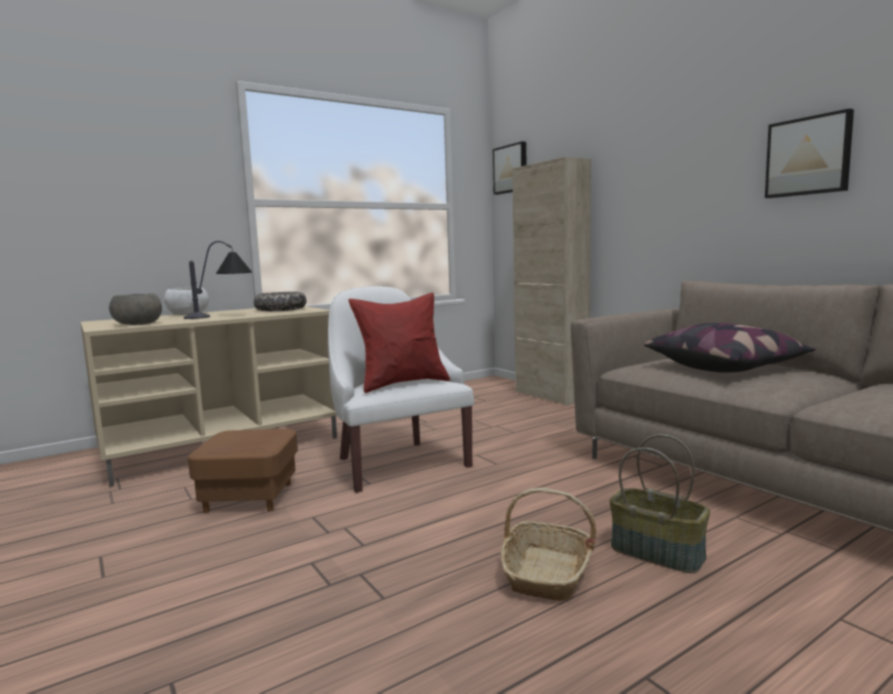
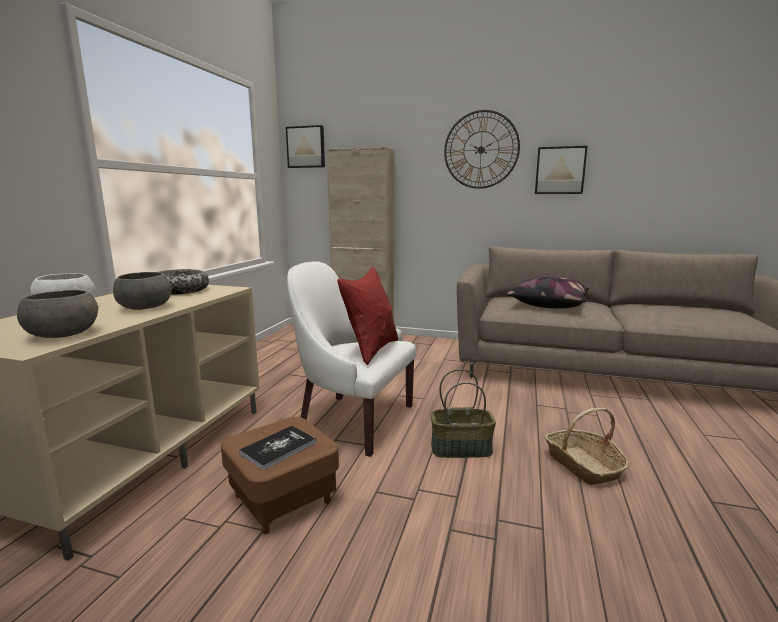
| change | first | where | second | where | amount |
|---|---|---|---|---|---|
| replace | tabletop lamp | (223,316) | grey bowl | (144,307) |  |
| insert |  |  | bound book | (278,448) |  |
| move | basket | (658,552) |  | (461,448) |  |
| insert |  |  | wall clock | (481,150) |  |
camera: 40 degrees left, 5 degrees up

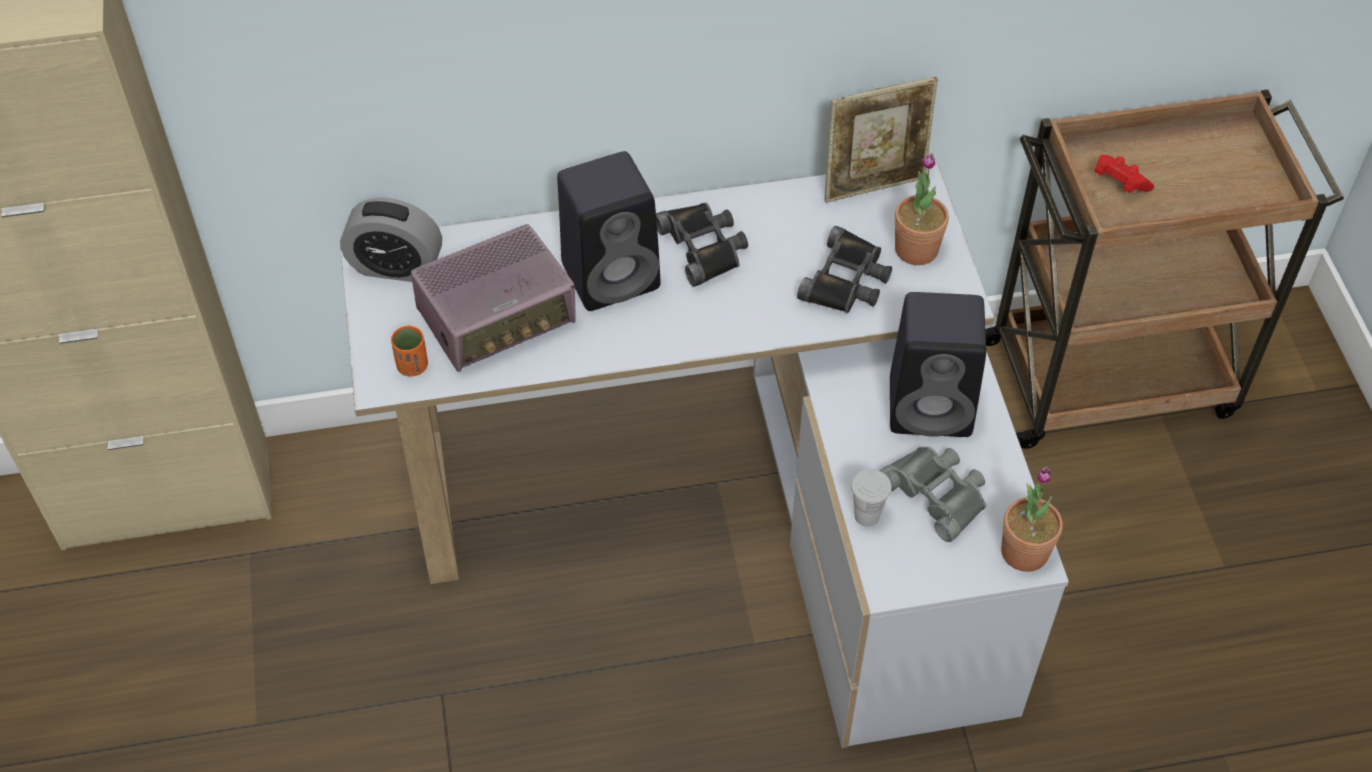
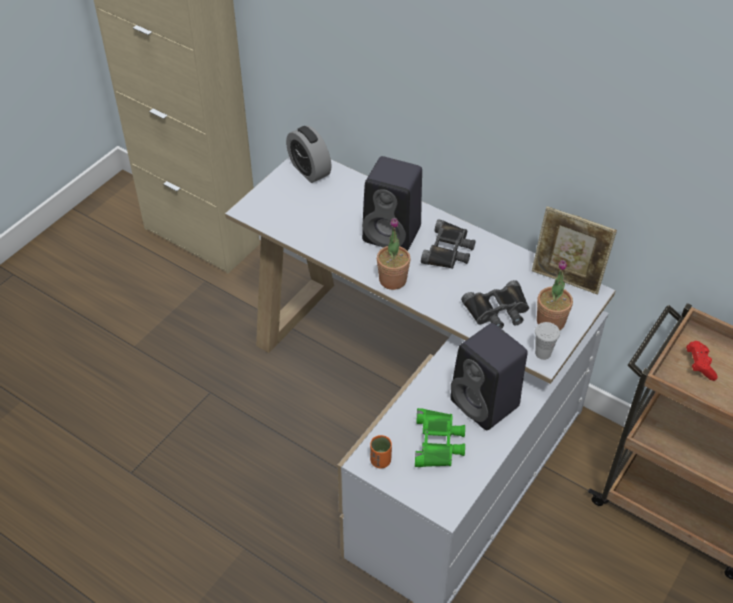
| change | first | where | second | where | amount |
|---|---|---|---|---|---|
| move | orangey cup | (412,366) |  | (380,461) |  |
| move | plant in a pot | (1024,552) |  | (392,280) |  |
| recolor | grey binoculars | (937,493) | green binoculars | (438,442) |  |
| move | white-coloured cup | (866,516) |  | (543,353) |  |
| delete | radio receiver | (498,317) |  |  |  |
camera: 45 degrees right, 5 degrees down

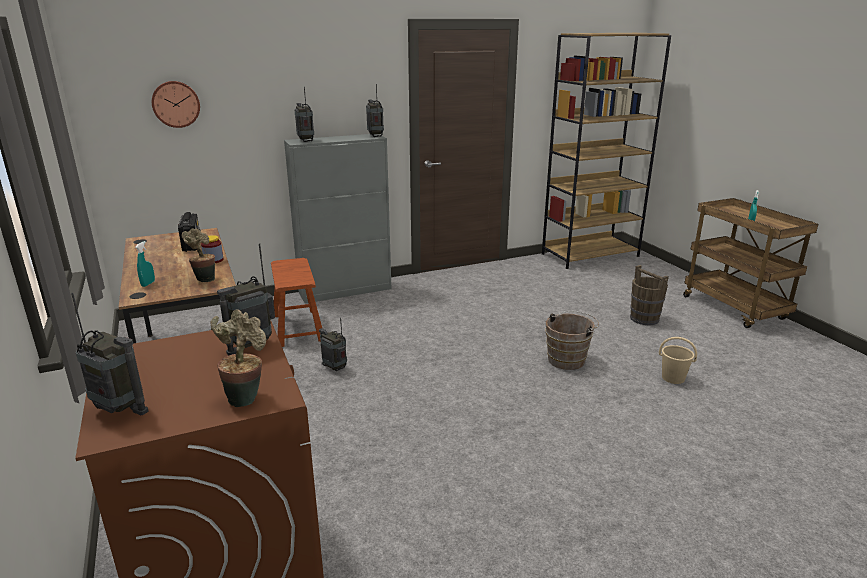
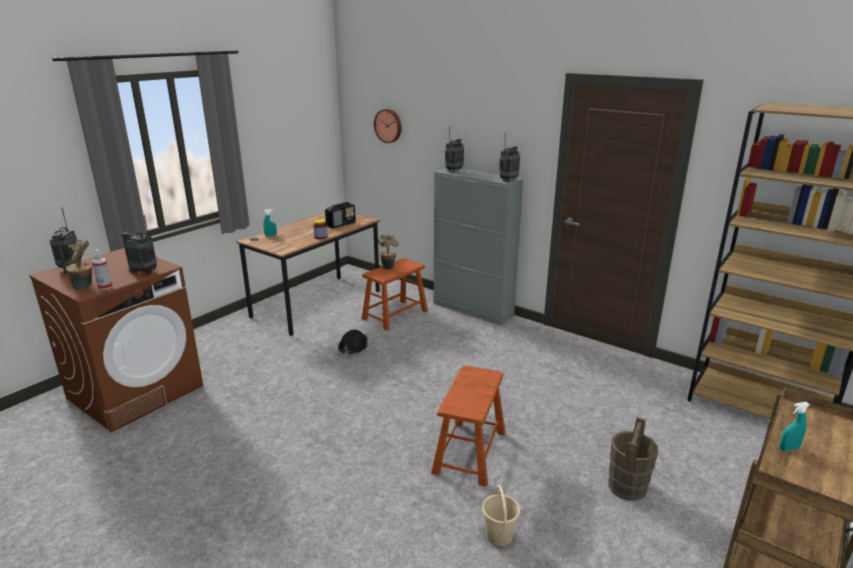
| change | first | where | second | where | amount |
|---|---|---|---|---|---|
| insert |  |  | hand sprayer | (105,287) |  |
| replace | radio receiver | (335,368) | black-coloured safety helmet | (352,348) |  |
| move | plant in a pot | (204,279) |  | (388,267) |  |
| replace | brown-coloured water bucket | (568,359) | brown-coloured stool seat | (470,452) |  |
camera: 60 degrees right, 0 degrees up

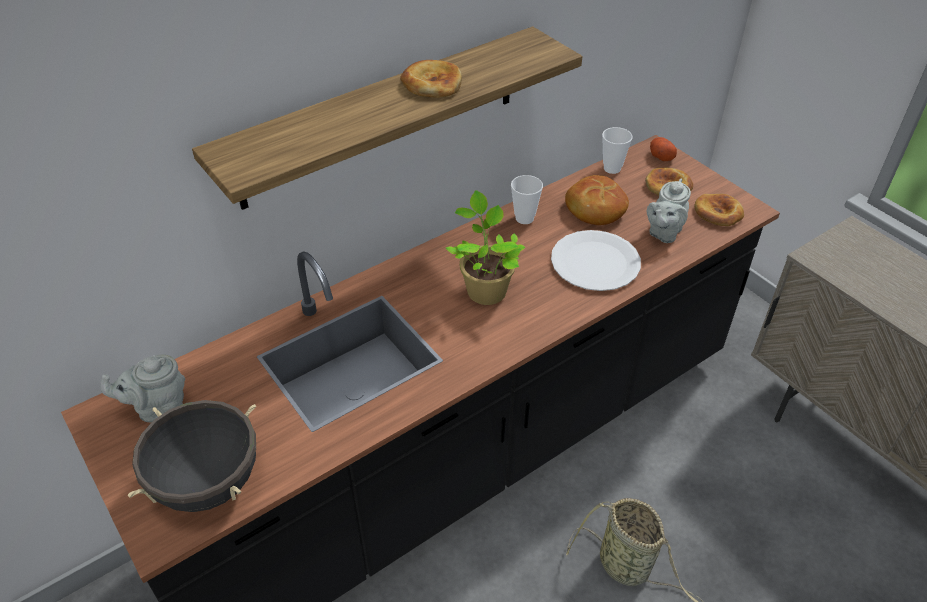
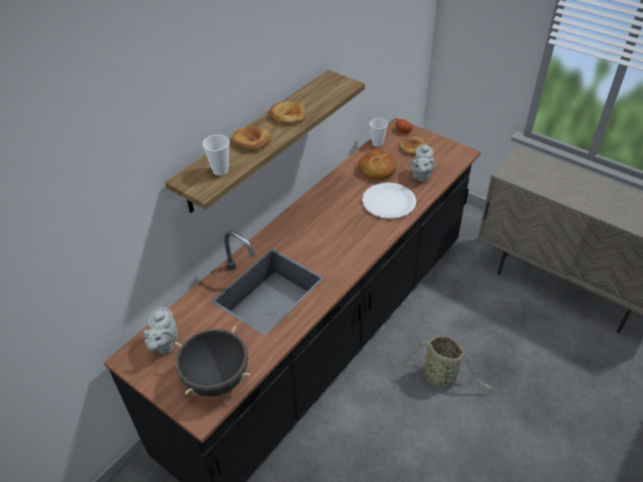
| change | first | where | second | where | amount |
|---|---|---|---|---|---|
| rotate | grey tea pot | (158,407) |  | (164,345) | 45 degrees counterclockwise |
| move | cup | (524,218) |  | (220,170) |  |
| move | bakery bread | (718,213) |  | (252,141) |  |
| delete | plant in a pot | (485,289) |  |  |  |
camera: 15 degrees left, 0 degrees up

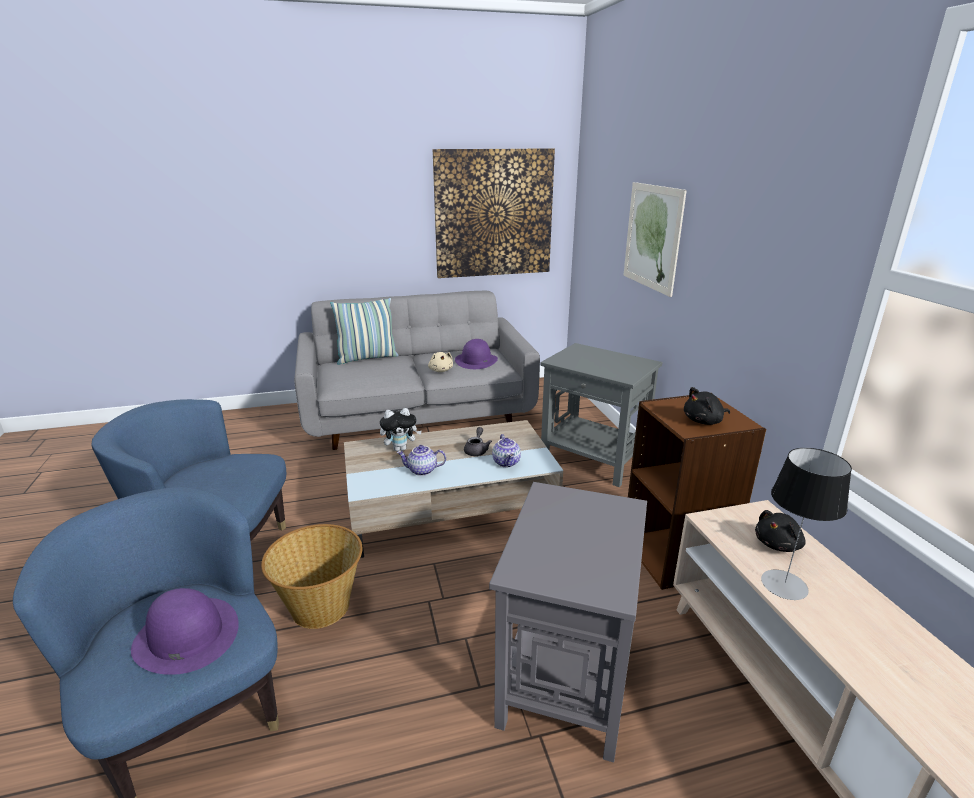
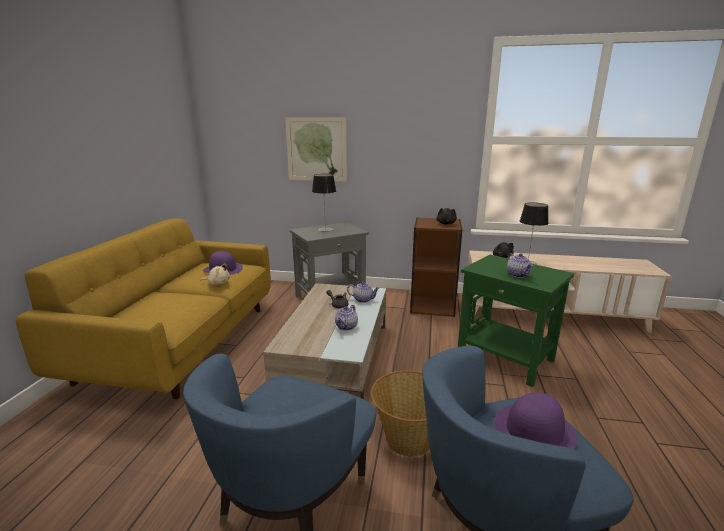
| change | first | where | second | where | amount |
|---|---|---|---|---|---|
| recolor | grey couch | (418,415) | yellowish couch | (181,342) |  |
| insert |  |  | tabletop lamp | (325,229) |  |
| recolor | grey end table | (565,678) | green end table | (505,358) |  |
| insert |  |  | tea pot | (518,275) |  |
| delete | pillow | (367,358) |  |  |  |
| delete | plush toy | (400,448) |  |  |  |
| delete | picture | (494,214) |  |  |  |
camera: 65 degrees left, 5 degrees down

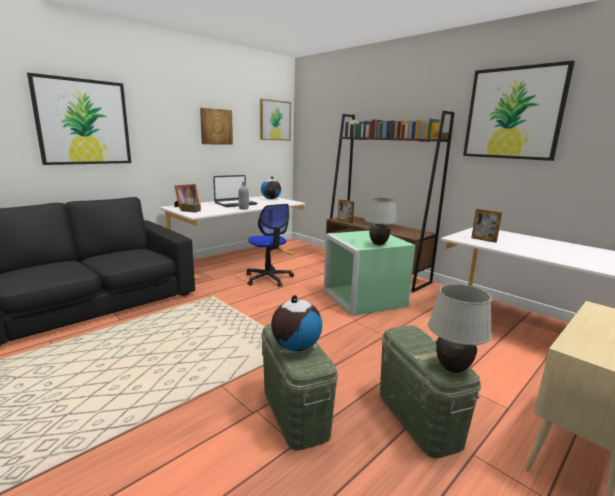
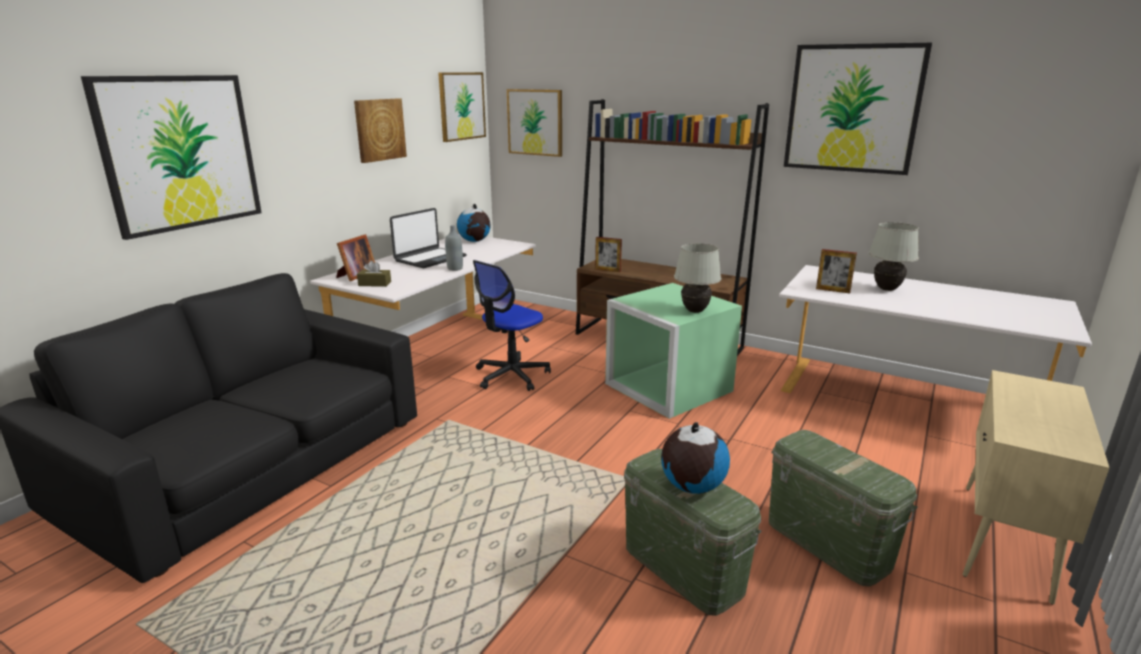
| change | first | where | second | where | amount |
|---|---|---|---|---|---|
| rotate | computer chair | (268,278) |  | (511,376) | 90 degrees clockwise |
| insert |  |  | picture | (535,122) |  |
| move | white-coloured tabletop lamp | (452,368) |  | (886,289) |  |
camera: 15 degrees left, 5 degrees up

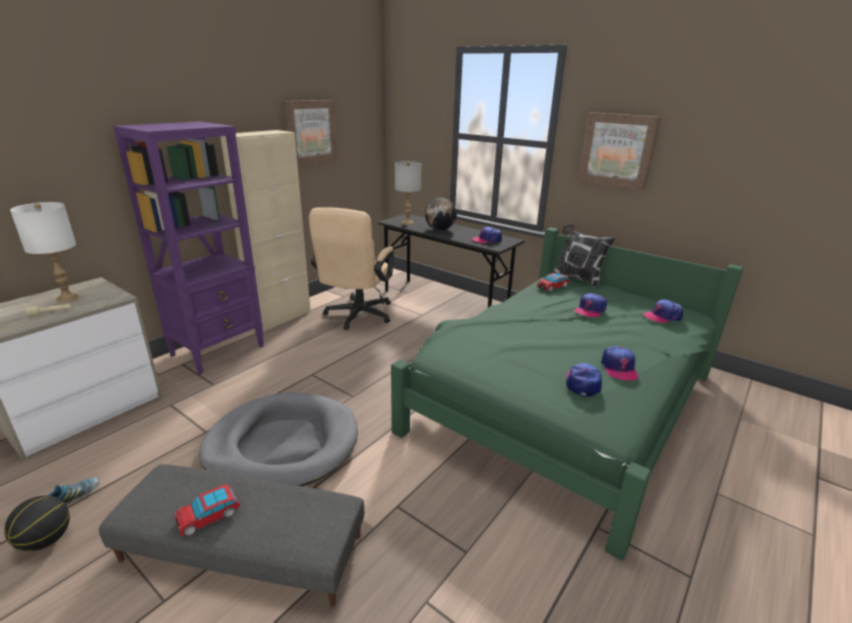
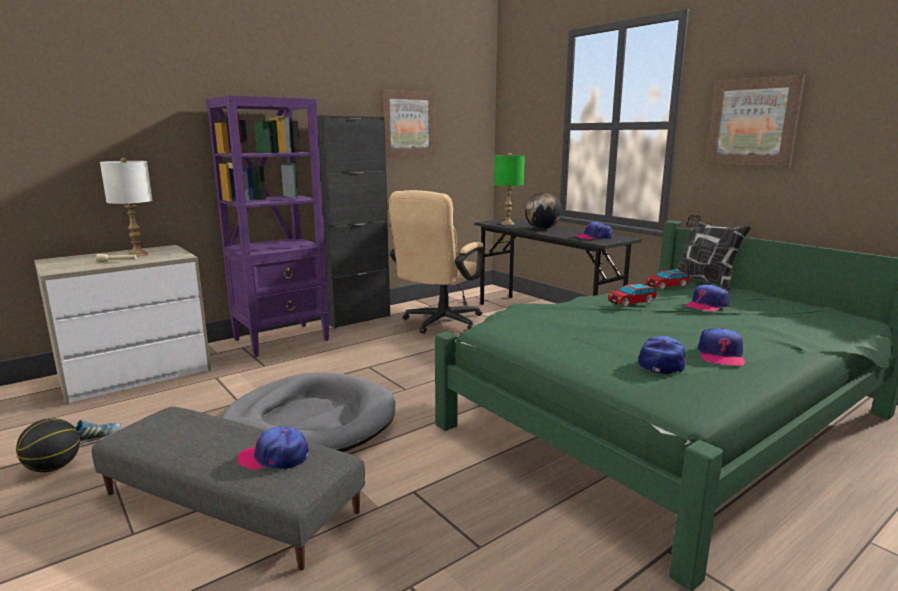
| change | first | where | second | where | amount |
|---|---|---|---|---|---|
| move | baseball cap | (662,316) |  | (275,457) |  |
| recolor | beige-coloured storage cabinet | (280,318) | black-coloured storage cabinet | (356,318) |  |
| recolor | grey tabletop lamp | (407,223) | green tabletop lamp | (507,224) |  |
| move | miniature car | (209,516) |  | (631,302) |  |
camera: 15 degrees right, 10 degrees down

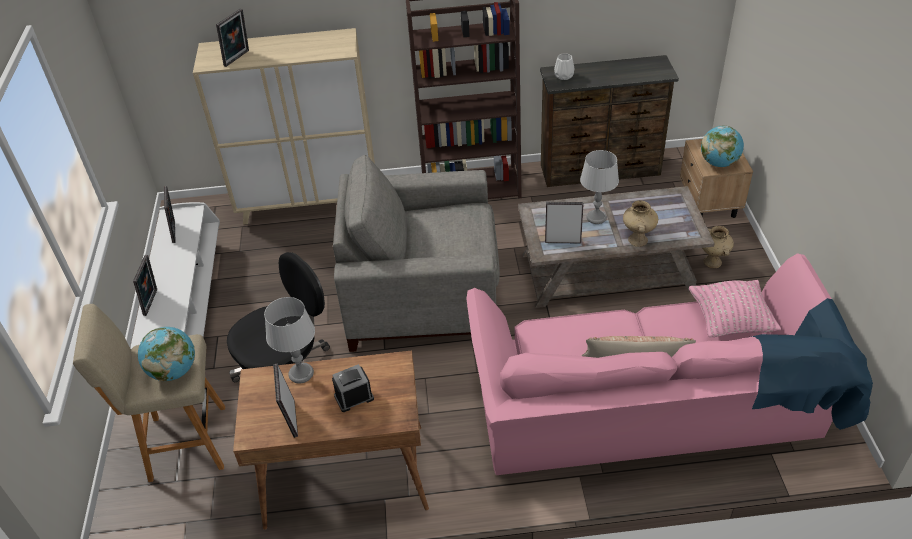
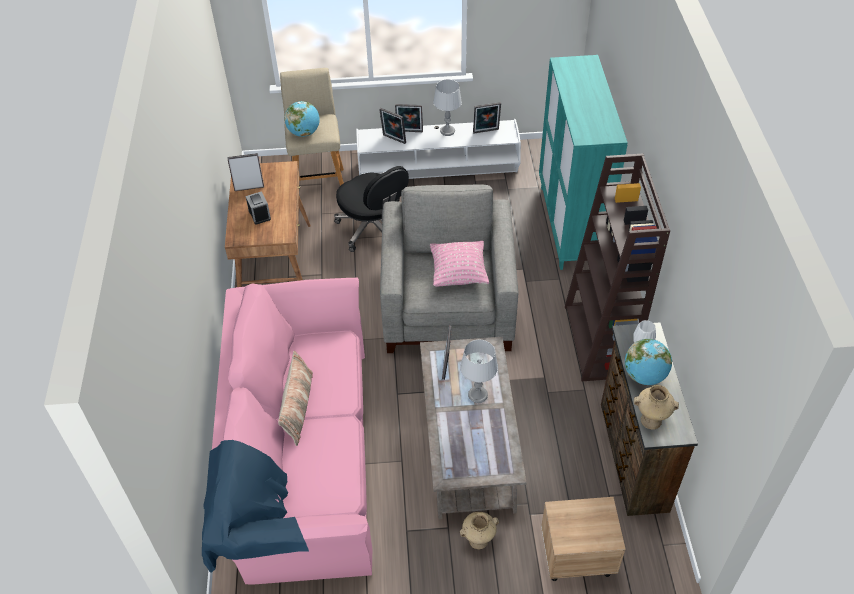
| change | first | where | second | where | amount |
|---|---|---|---|---|---|
| move | photo frame | (238,58) |  | (393,140) |  |
| move | pink pillow | (730,321) |  | (458,274) |  |
| move | grey tabletop lamp | (301,373) |  | (447,131) |  |
| recolor | beige-coloured storage cabinet | (309,203) | blue-green storage cabinet | (569,225) |  |
| move | desk globe | (718,163) |  | (644,376) |  |
| move | beige-coloured decorative vase | (637,239) |  | (651,420) |  |
camera: 90 degrees right, 5 degrees up

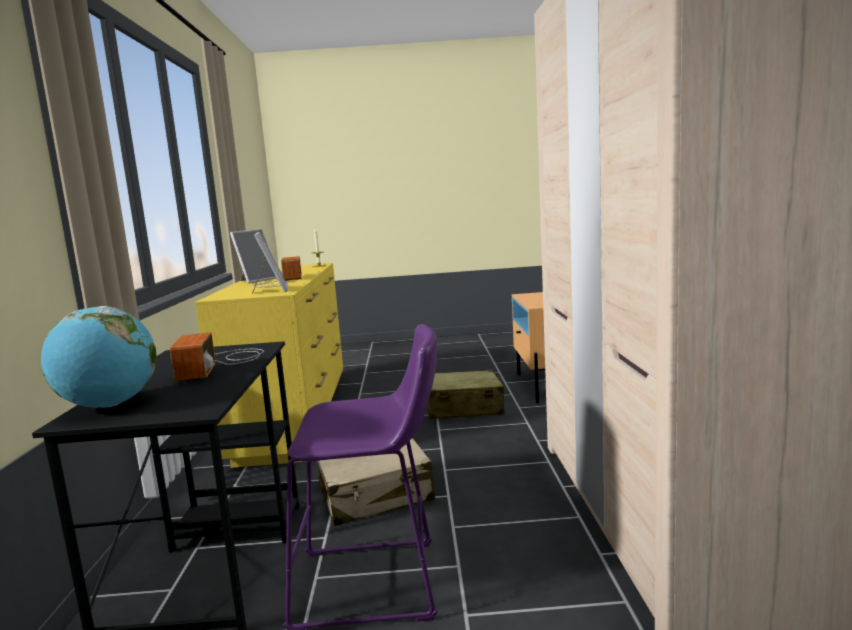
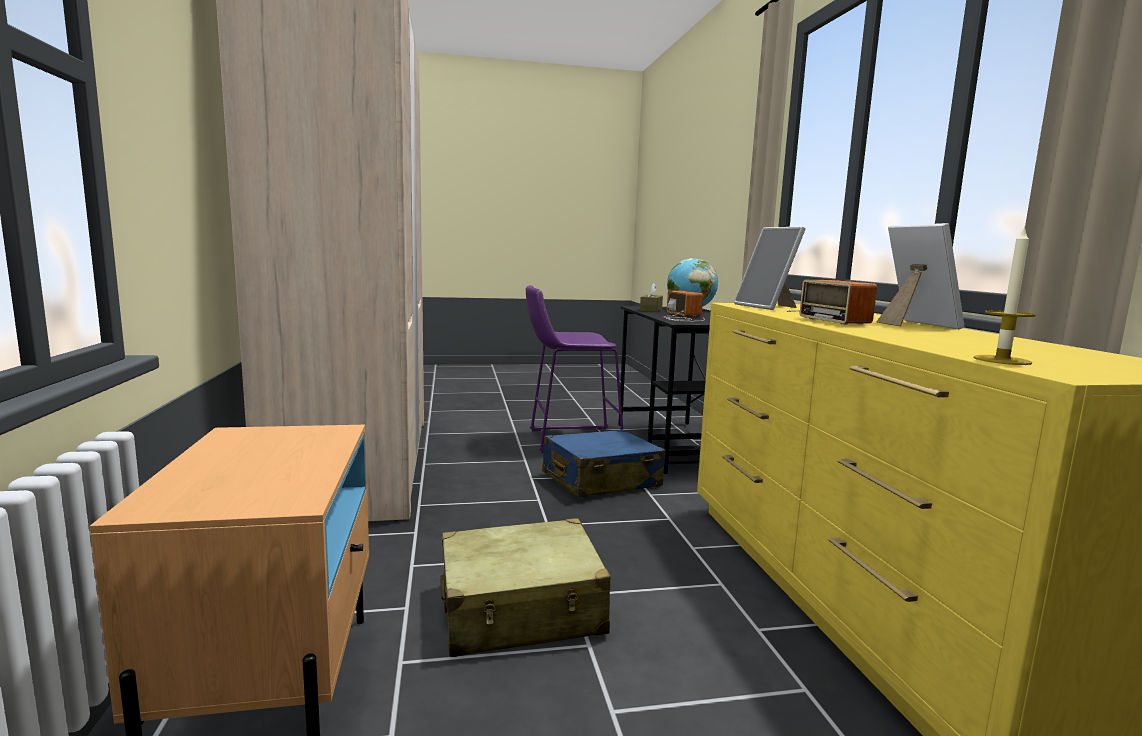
| change | first | where | second | where | amount |
|---|---|---|---|---|---|
| recolor | beige-coloured suitcase | (375,494) | bluish suitcase | (600,480) |  |
| insert |  |  | brown-coloured box of tissues | (651,310) |  |
| rotate | photo frame | (256,280) |  | (913,324) | 135 degrees clockwise |
camera: 170 degrees right, 0 degrees up

